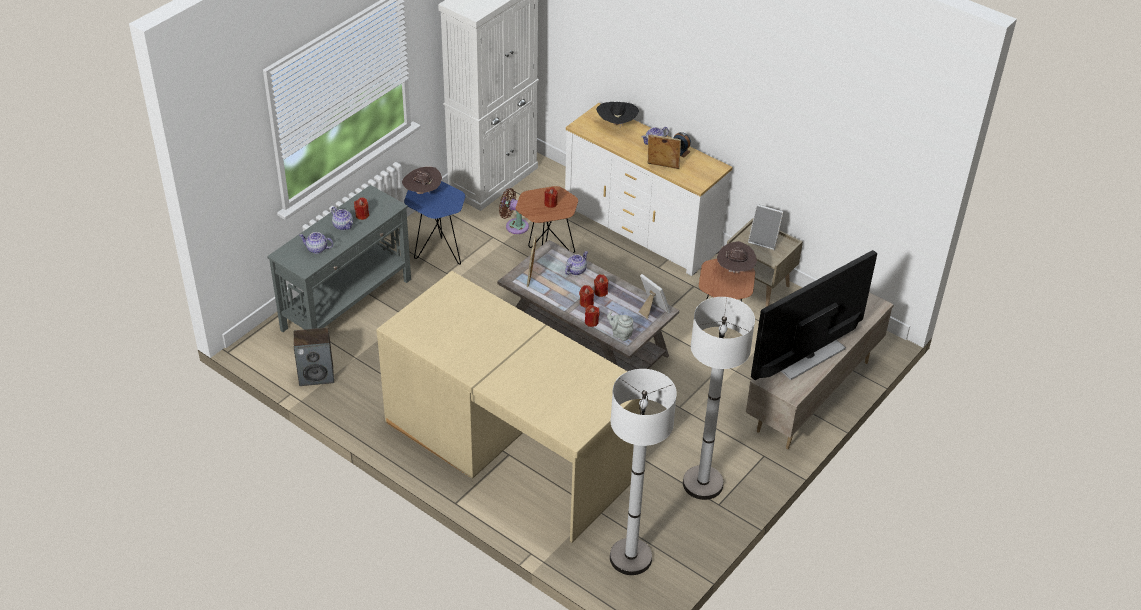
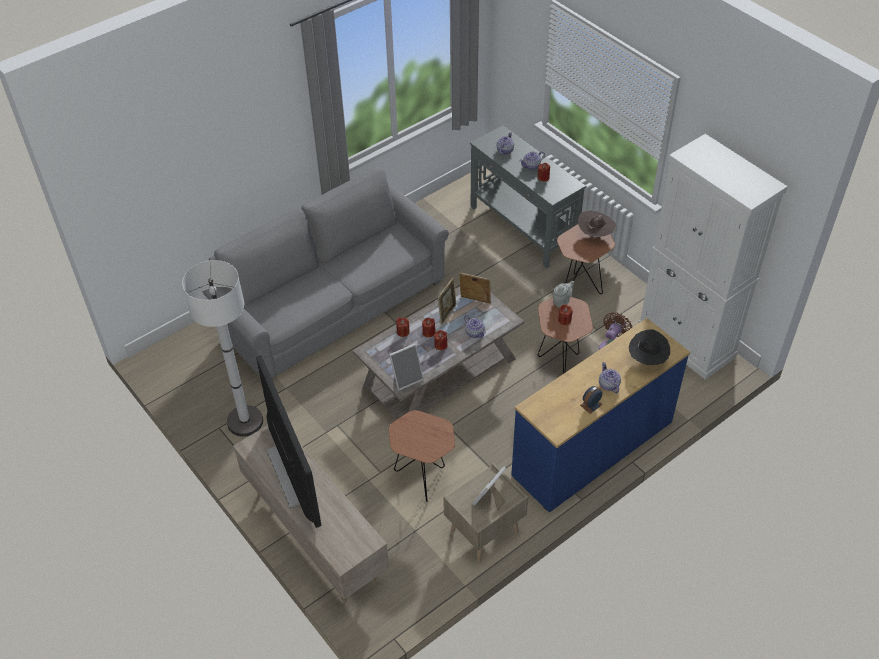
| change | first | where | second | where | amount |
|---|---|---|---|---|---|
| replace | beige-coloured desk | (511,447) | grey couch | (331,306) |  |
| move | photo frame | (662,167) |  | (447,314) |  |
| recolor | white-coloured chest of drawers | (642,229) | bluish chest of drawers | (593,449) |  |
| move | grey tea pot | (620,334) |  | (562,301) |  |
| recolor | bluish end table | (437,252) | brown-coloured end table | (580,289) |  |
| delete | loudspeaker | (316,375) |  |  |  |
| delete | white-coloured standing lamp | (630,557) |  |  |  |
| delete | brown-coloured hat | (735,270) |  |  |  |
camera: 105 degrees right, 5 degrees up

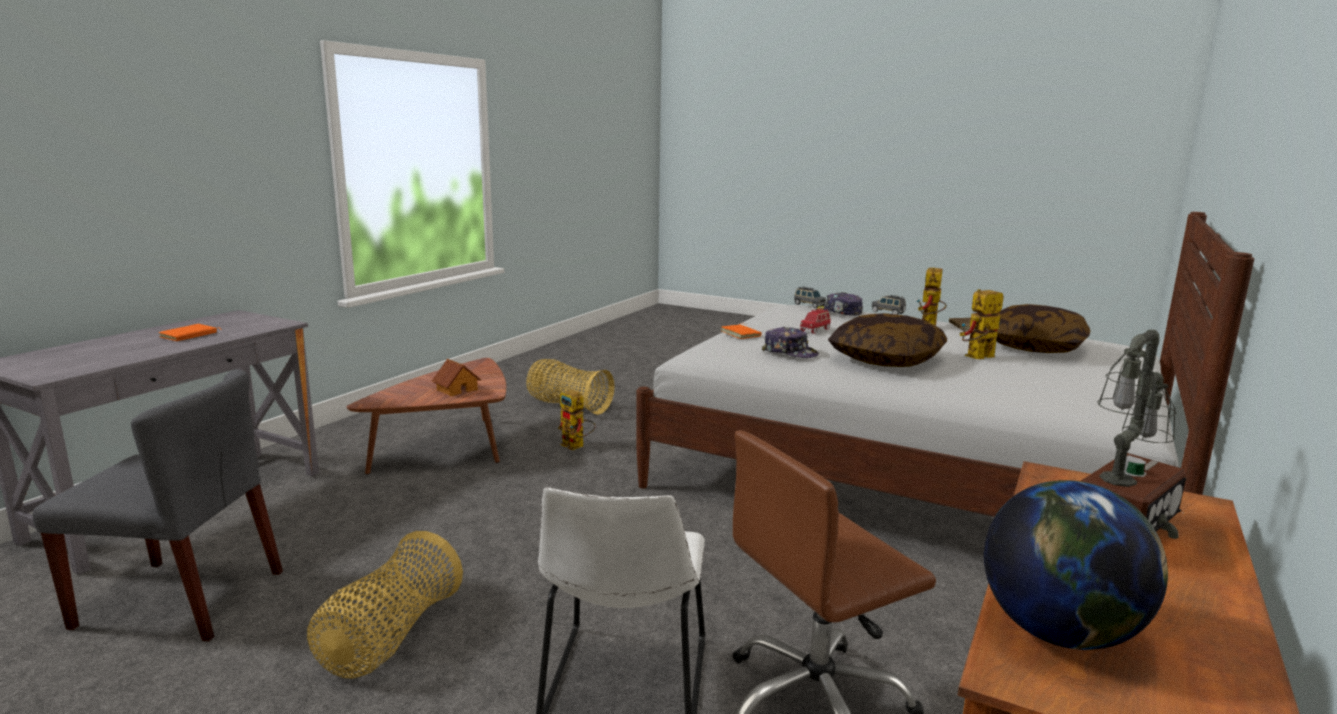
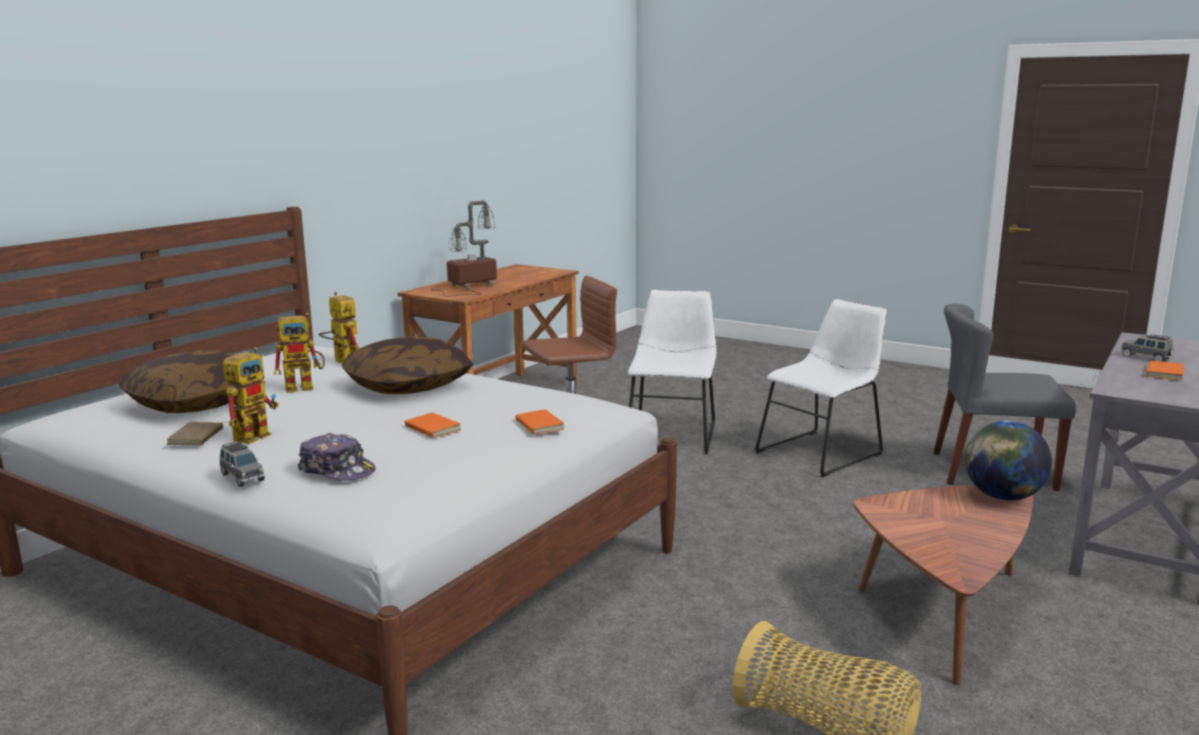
| change | first | where | second | where | amount |
|---|---|---|---|---|---|
| move | robot figure | (577,446) |  | (342,361) |  |
| replace | red miniature car | (815,330) | orangey bound book | (431,429) |  |
| replace | basket | (389,639) | white-coloured chair | (822,452) |  |
| move | desk globe | (1060,633) |  | (1002,497) |  |
| move | grey miniature car | (809,305) |  | (1146,358) |  |
| delete | miniature house | (457,389) |  |  |  |
| delete | baseball cap | (790,352) |  |  |  |
camera: 175 degrees left, 0 degrees up

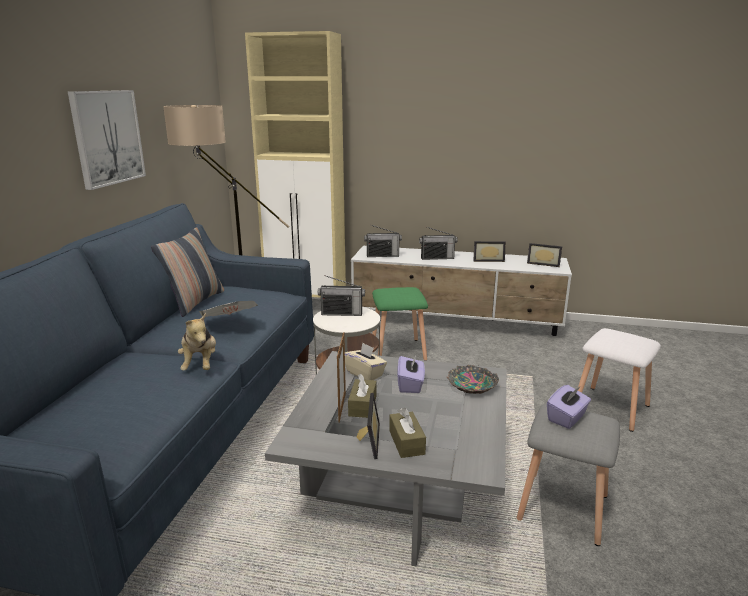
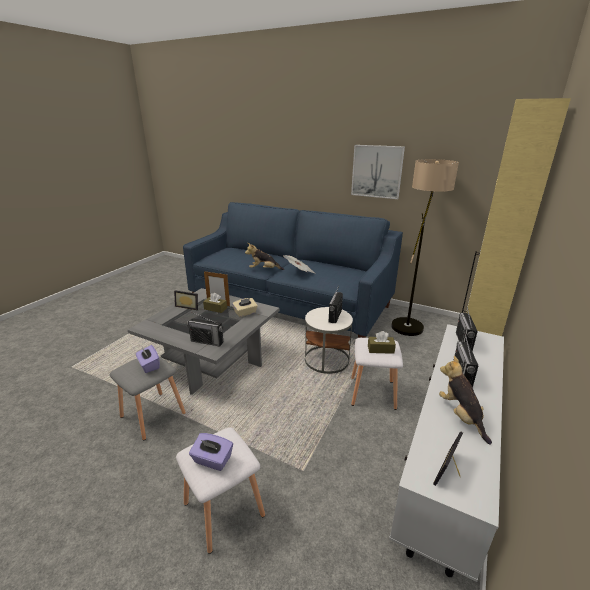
| change | first | where | second | where | amount |
|---|---|---|---|---|---|
| replace | bowl | (471,385) | radio receiver | (207,341) |  |
| move | purple box of tissues | (410,385) |  | (212,460) |  |
| recolor | green stool seat | (397,350) | white-coloured stool seat | (373,392) |  |
| move | brown-coloured box of tissues | (406,442) |  | (380,349) |  |
| replace | photo frame | (488,260) | plush toy | (461,415) |  |
| delete | pillow | (194,302) |  |  |  |
camera: 105 degrees right, 5 degrees up

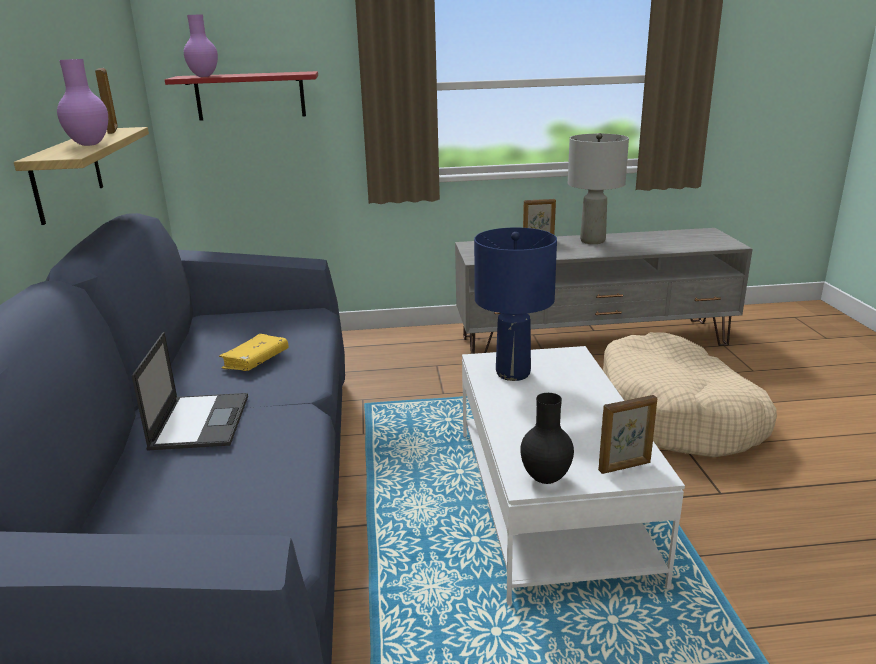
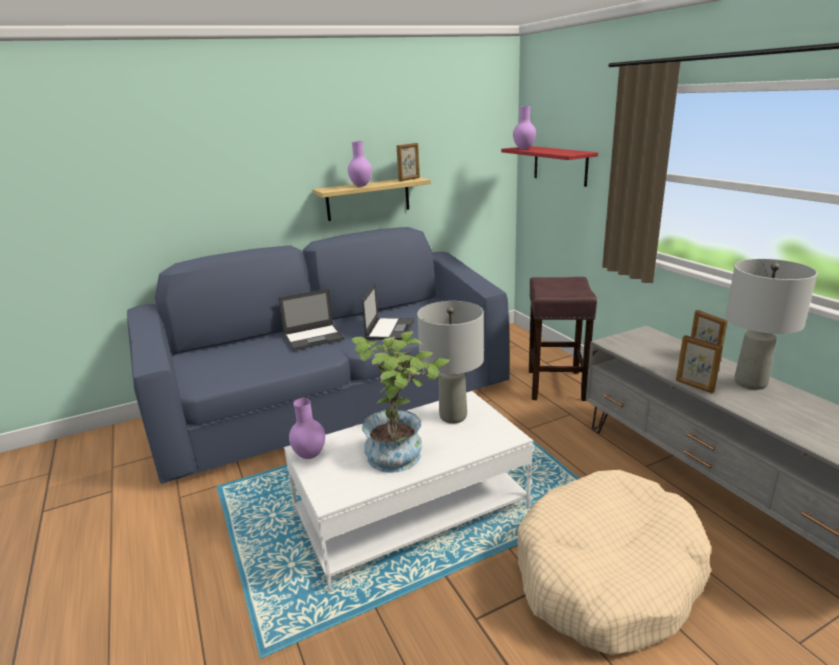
| change | first | where | second | where | amount |
|---|---|---|---|---|---|
| recolor | black-coloured decorative vase | (544,479) | purple decorative vase | (309,455) |  |
| insert |  |  | plant in a pot | (402,453) |  |
| replace | yellowish bound book | (256,361) | notebook computer | (390,329) |  |
| recolor | bluish tabletop lamp | (513,373) | grey tabletop lamp | (453,416) |  |
| insert |  |  | brown-coloured stool seat | (555,384) |  |
| move | photo frame | (625,467) |  | (694,386) |  |
camera: 70 degrees right, 0 degrees up

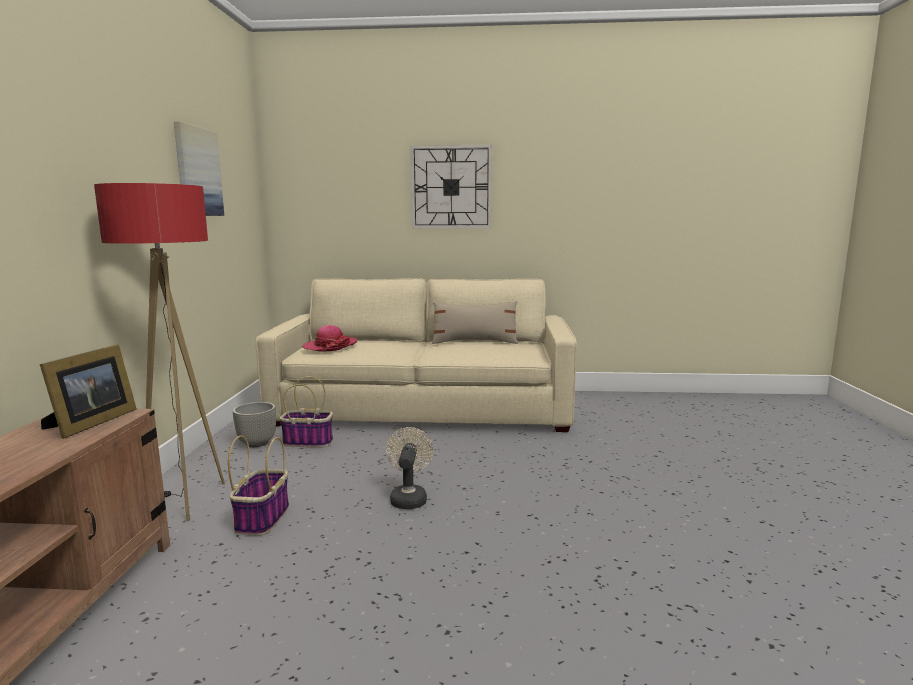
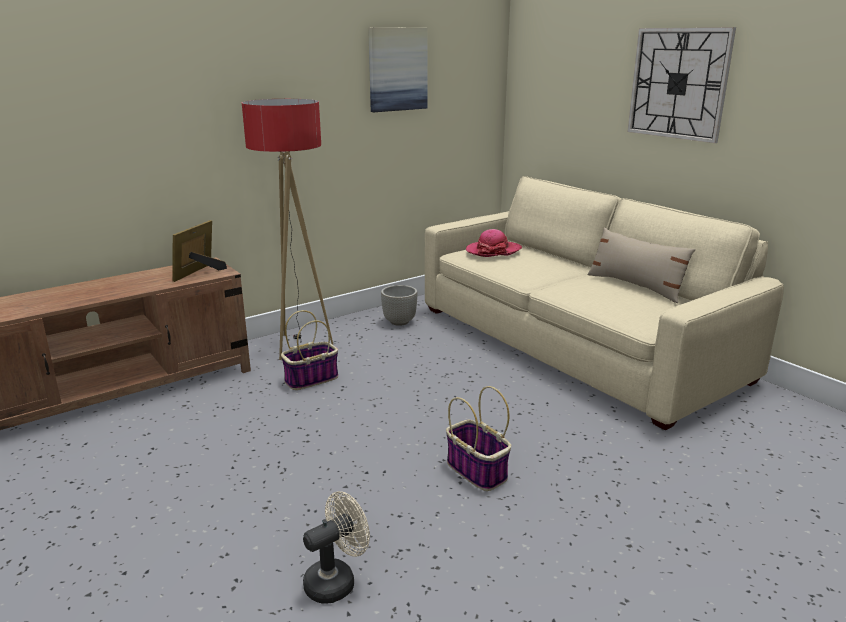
| change | first | where | second | where | amount |
|---|---|---|---|---|---|
| rotate | photo frame | (90,423) |  | (199,273) | 135 degrees clockwise |
| move | beige-coloured cooling fan | (409,498) |  | (336,580) |  |
| move | basket | (309,442) |  | (478,471) |  |
camera: 50 degrees right, 10 degrees up

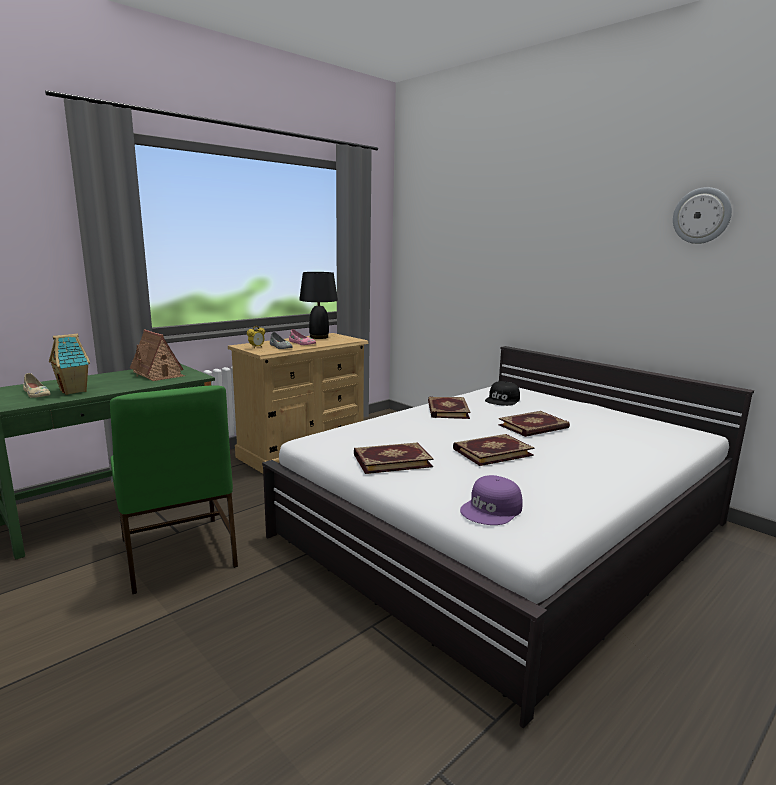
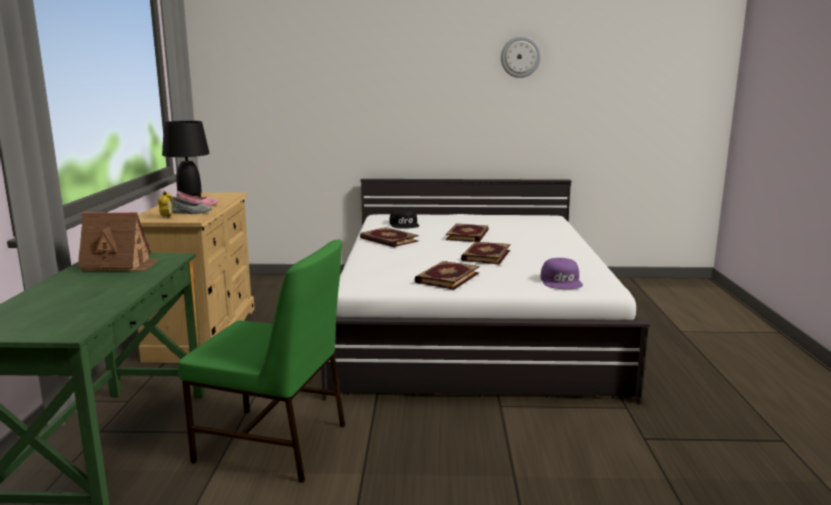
| change | first | where | second | where | amount |
|---|---|---|---|---|---|
| delete | beige-coloured low shoe | (36,394) |  |  |  |
| delete | miniature house | (74,391) |  |  |  |
camera: 45 degrees left, 0 degrees up

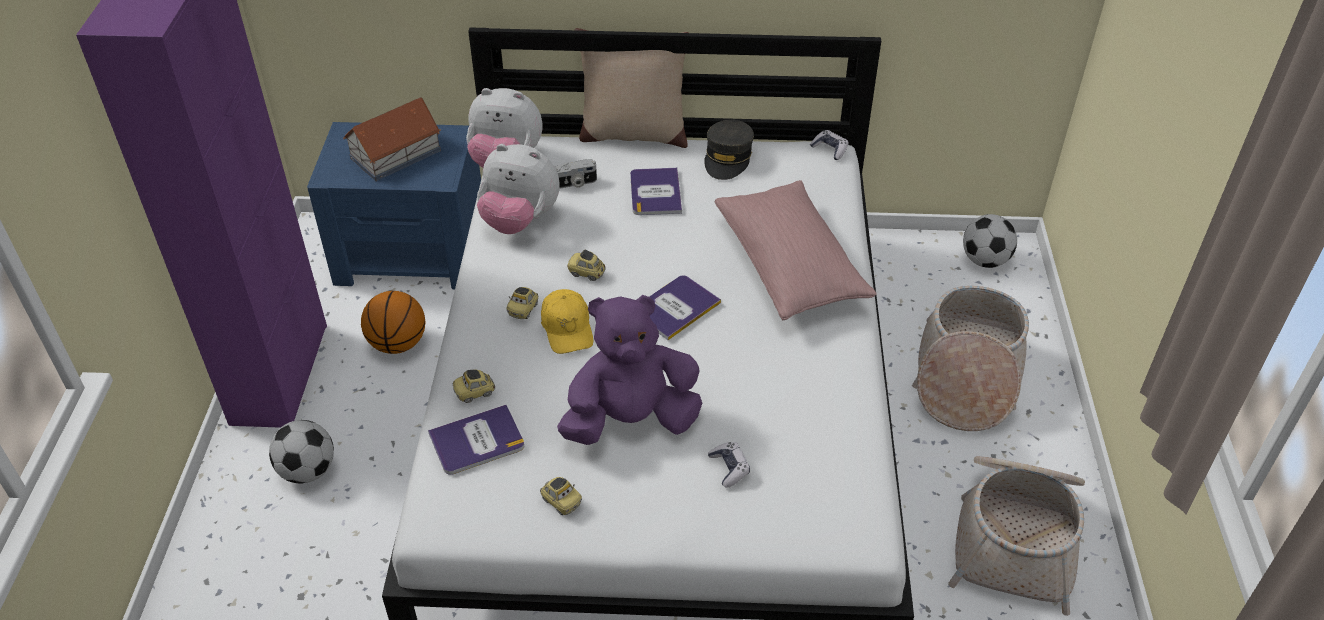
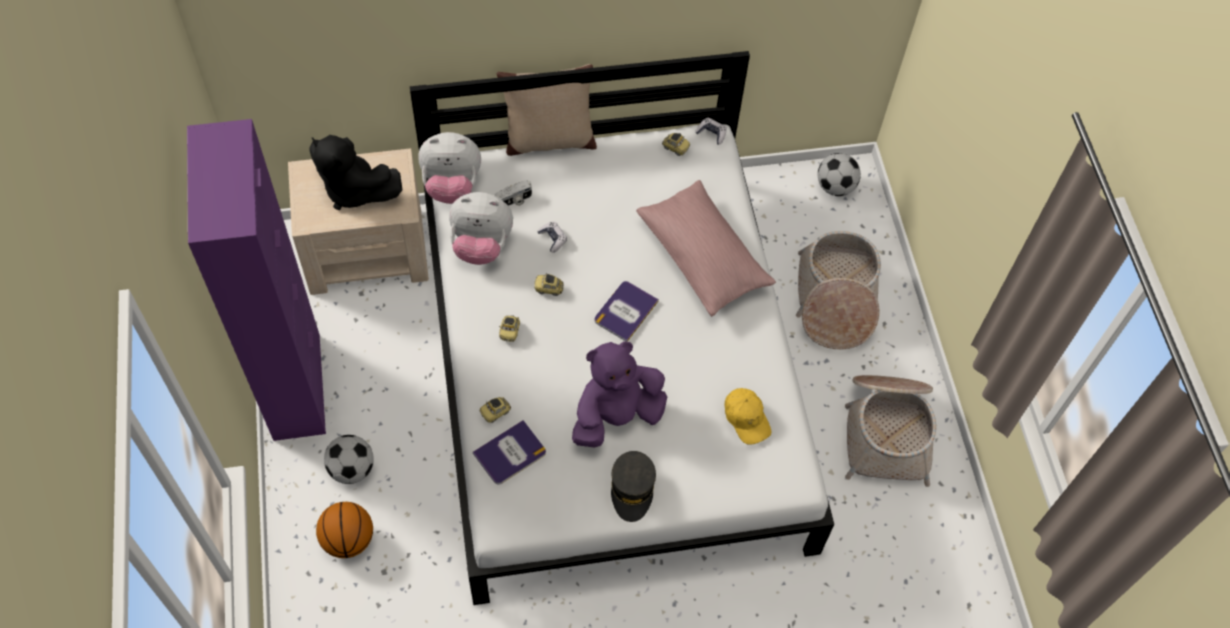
| change | first | where | second | where | amount |
|---|---|---|---|---|---|
| recolor | bluish night table | (413,253) | beige-coloured night table | (367,251) |  |
| replace | miniature house | (394,154) | black-coloured plush toy | (354,190) |  |
| move | basketball ball | (398,343) |  | (348,539) |  |
| move | gamepad | (729,468) |  | (553,239) |  |
| move | grey baseball cap | (728,158) |  | (632,489) |  |
| move | miniature car | (561,502) |  | (675,148) |  |
| move | yellowish baseball cap | (567,328) |  | (746,418) |  |
| delete | bound book | (655,192) |  |  |  |
camera: 15 degrees left, 15 degrees up

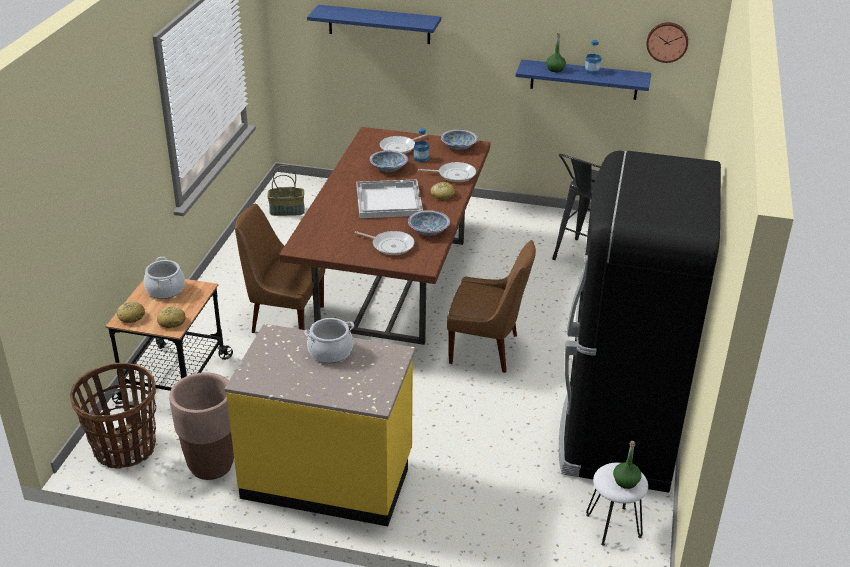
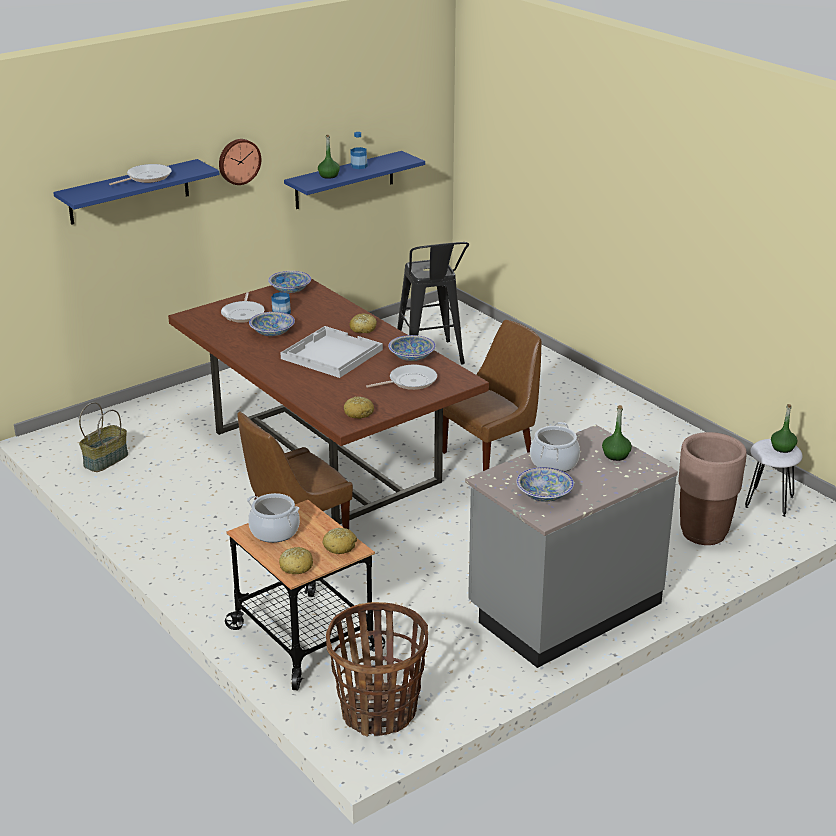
| change | first | where | second | where | amount |
|---|---|---|---|---|---|
| move | skillet | (454,175) |  | (146,177) |  |
| move | wall clock | (667,41) |  | (238,161) |  |
| insert |  |  | bakery bread | (359,413) |  |
| recolor | yellowish kitchen counter | (328,477) | grey kitchen counter | (563,607) |  |
| insert |  |  | bowl | (544,495) |  |
| insert |  |  | green beverage bottle | (616,455) |  |
| move | brown-coloured planter | (211,465) |  | (703,533) |  |
| delete | black-coloured refrigerator | (617,431) |  |  |  |
camera: 50 degrees left, 5 degrees down

